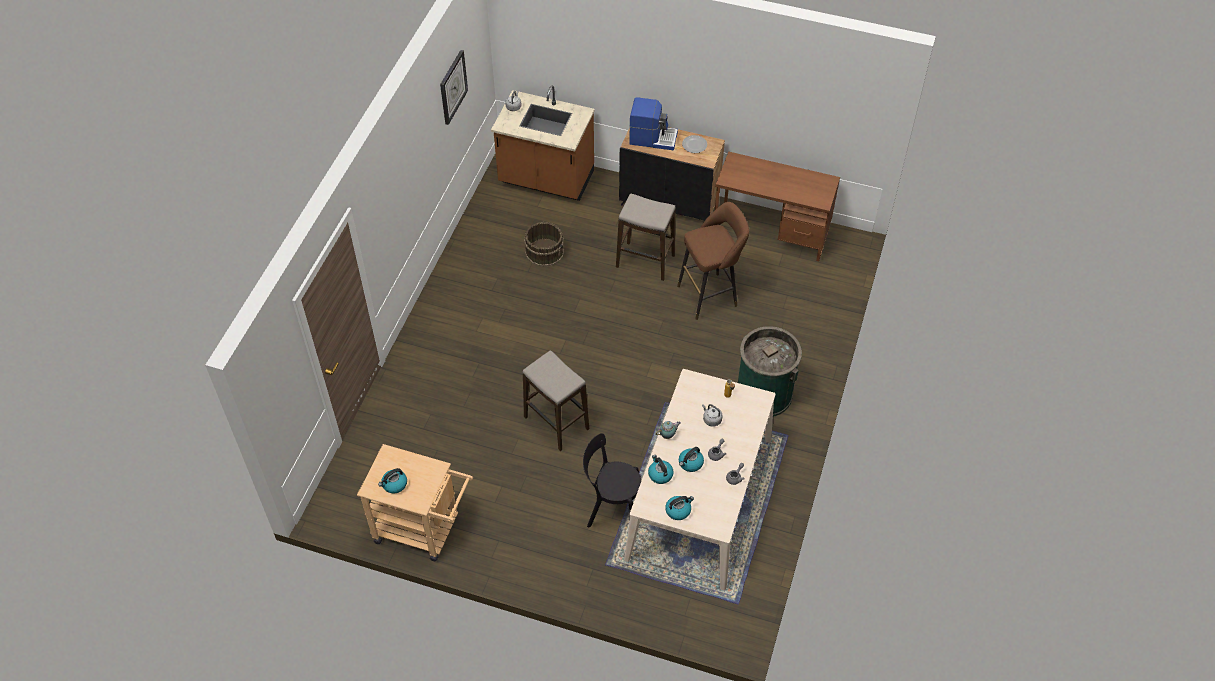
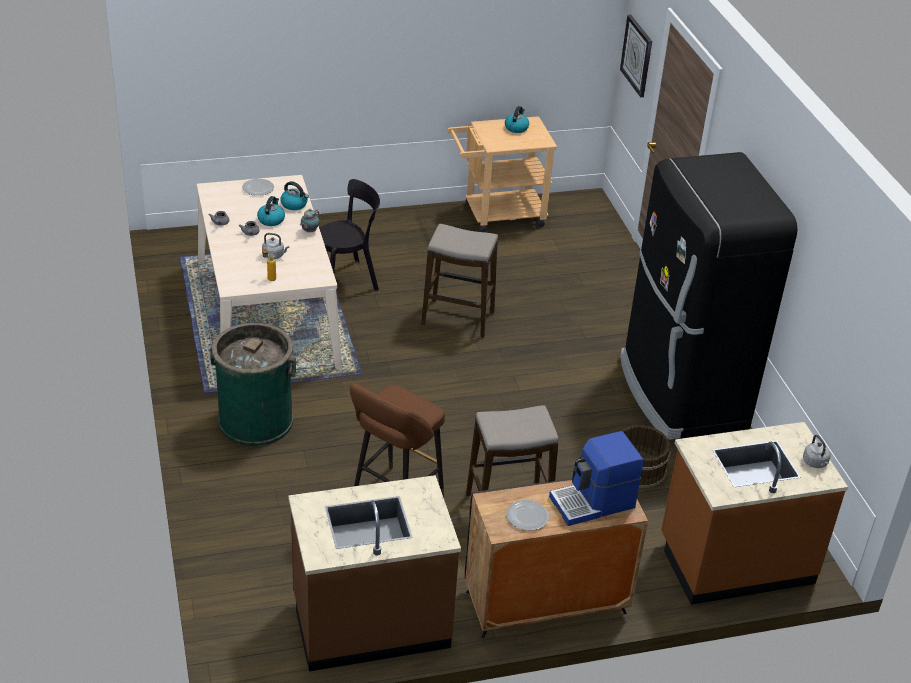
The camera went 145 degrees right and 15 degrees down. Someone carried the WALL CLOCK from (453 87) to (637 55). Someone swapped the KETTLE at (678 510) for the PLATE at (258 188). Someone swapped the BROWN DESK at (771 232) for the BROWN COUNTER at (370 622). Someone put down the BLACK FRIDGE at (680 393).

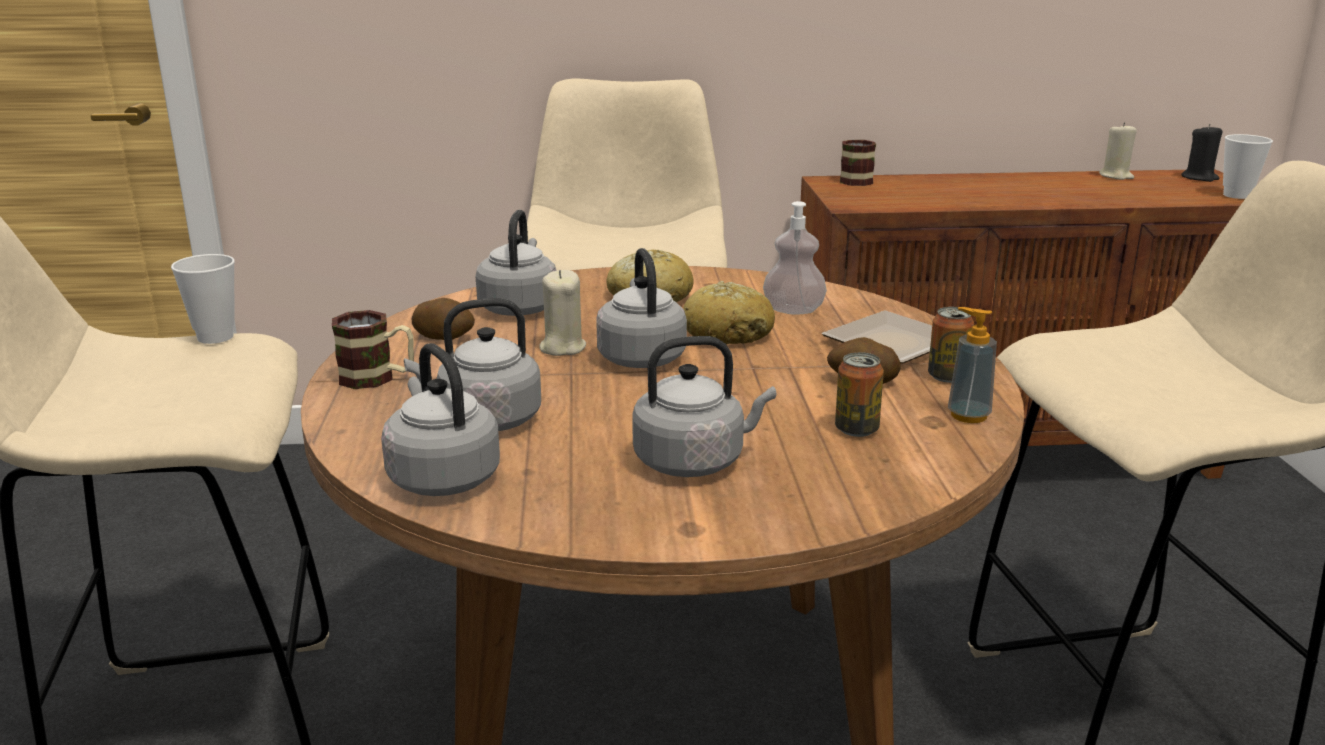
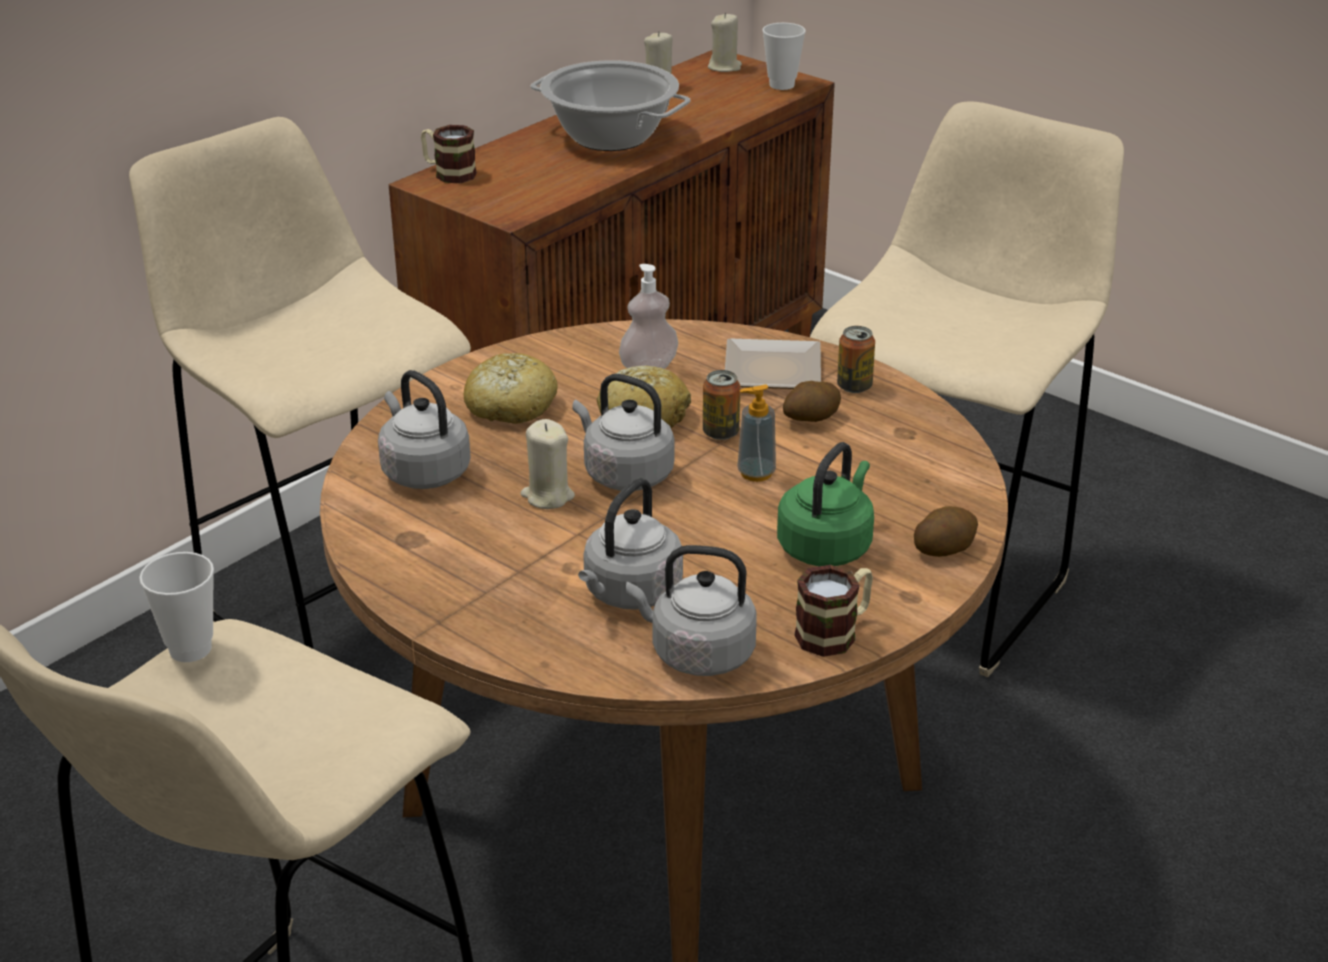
The camera went 45 degrees left and 10 degrees up. Someone carried the MUG from (378 378) to (835 632). Someone carried the POTATO from (444 337) to (944 548). Someone repainted the GREY KETTLE at (694 461), which became the GREEN KETTLE at (826 546). Someone carried the CAN from (856 429) to (720 432). Someone carried the SOAP DISPENSER from (968 415) to (756 473). Someone repainted the BLACK CANDLE at (1199 178), which became the BEIGE CANDLE at (724 67). Someone put down the COOKING POT at (611 137).

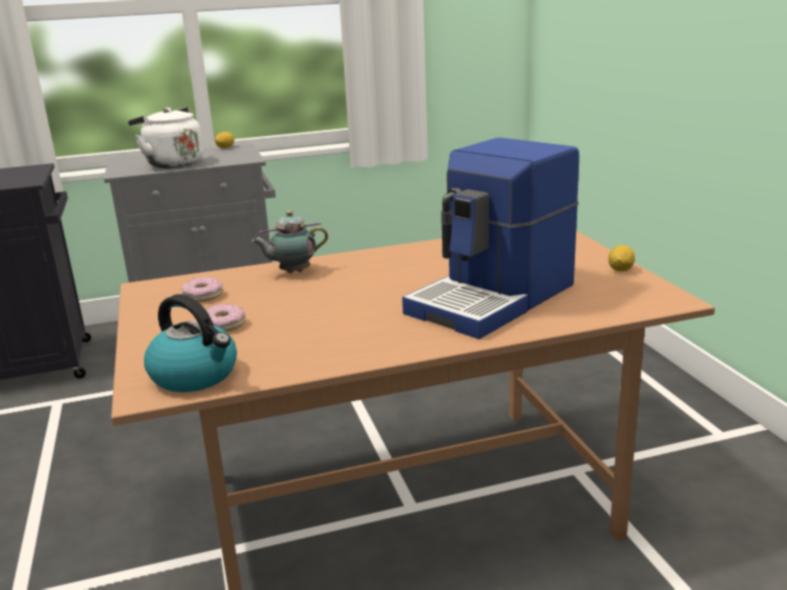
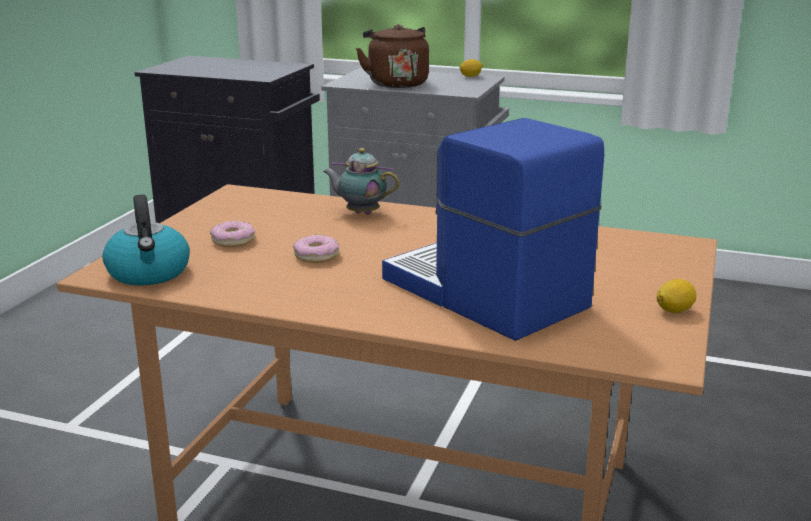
The camera went 35 degrees right and 0 degrees up. Someone repainted the WHITE KETTLE at (172 164), which became the BROWN KETTLE at (396 83). Someone carried the DONUT from (203 296) to (316 256). Someone rotated the COFFEE MACHINE at (494 299) by 60 degrees clockwise.

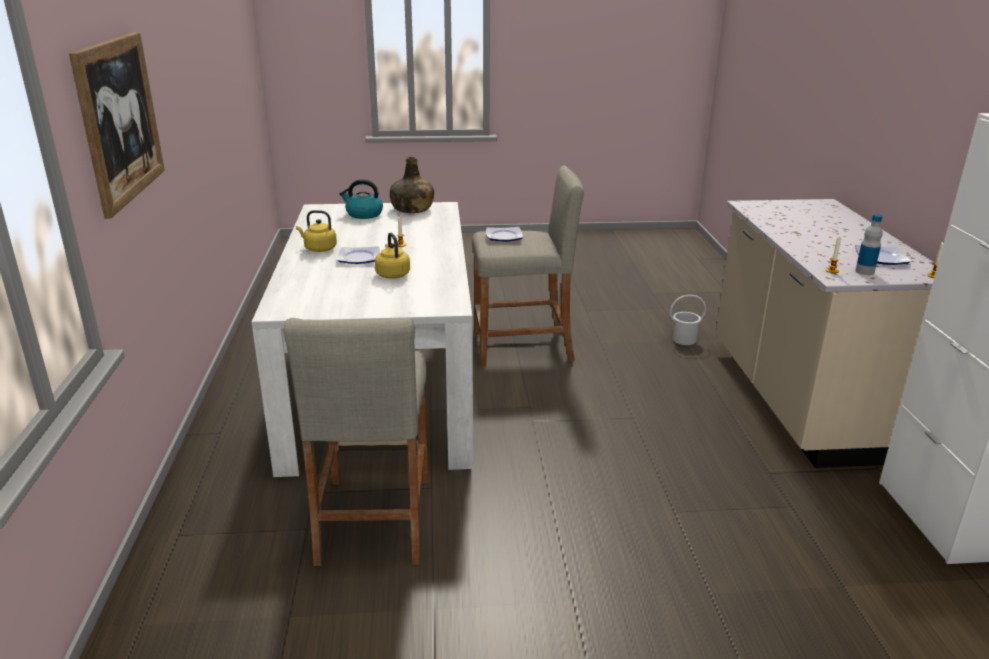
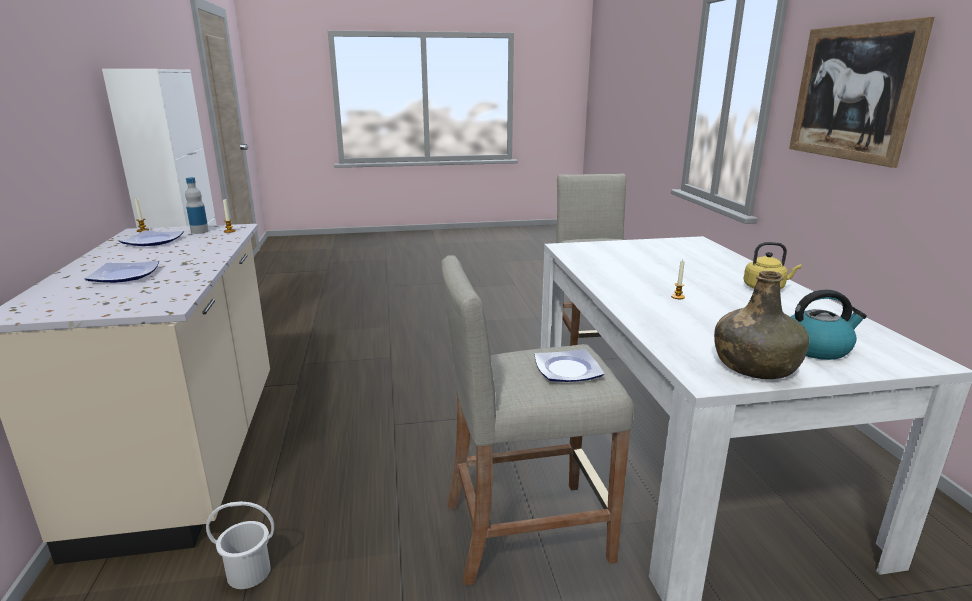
The camera went 175 degrees right and 5 degrees down. Someone carried the PLATE from (359 258) to (124 275). Someone took away the YELLOW KETTLE at (392 274).

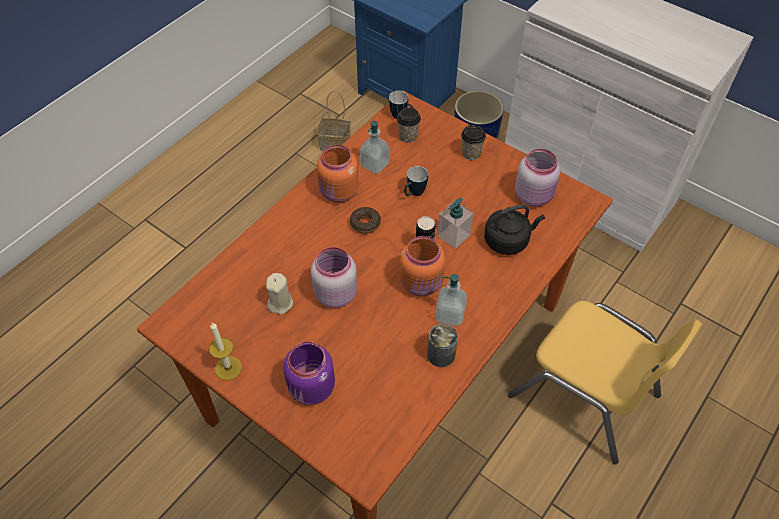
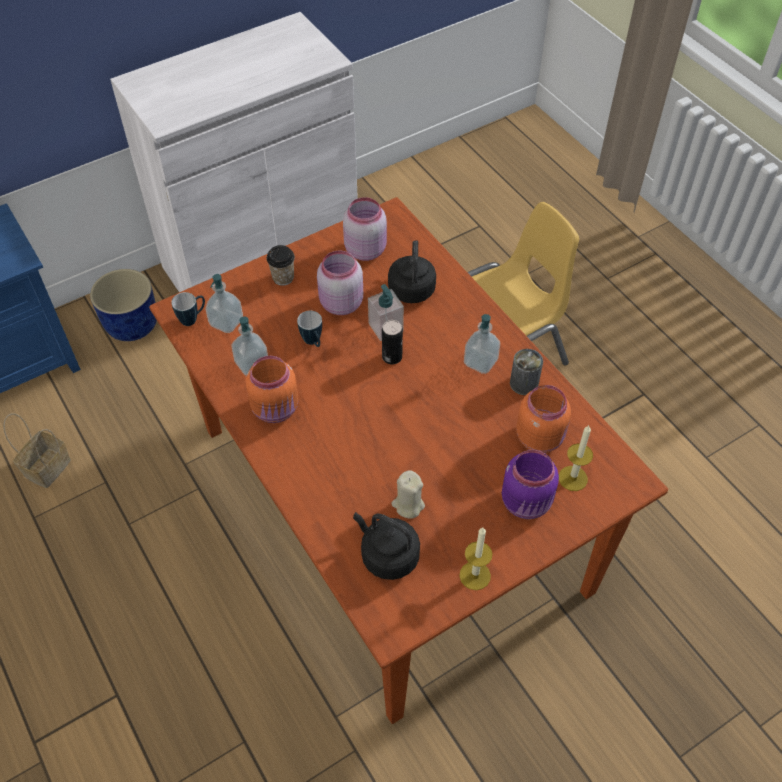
The camera went 70 degrees left and 0 degrees up. Someone carried the PINK JAR from (335 293) to (340 304). Someone took away the DONUT at (365 223). Someone swapped the CUP at (408 136) for the SOAP DISPENSER at (226 322). Someone carried the ORANGE JAR from (422 284) to (540 437). Someone put down the BLACK KETTLE at (387 555). Someone put down the CANDLE at (573 478).

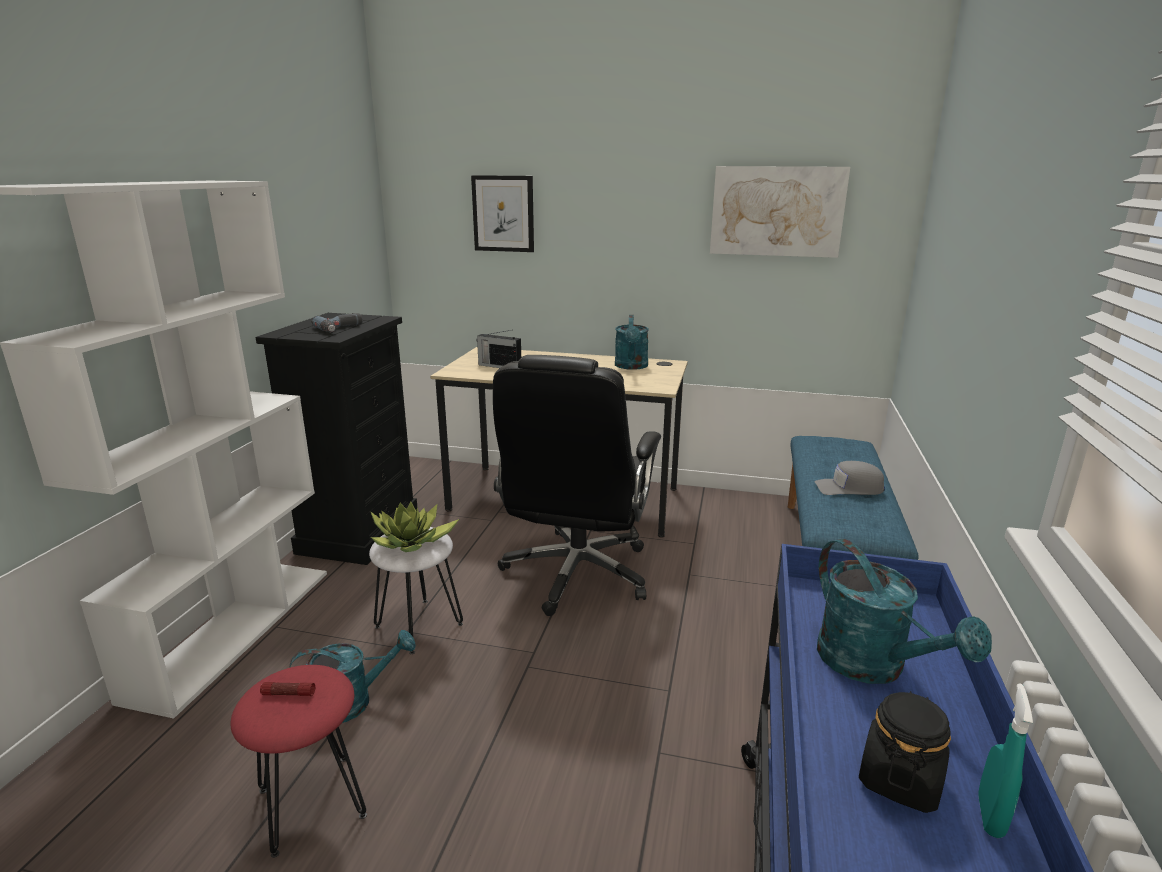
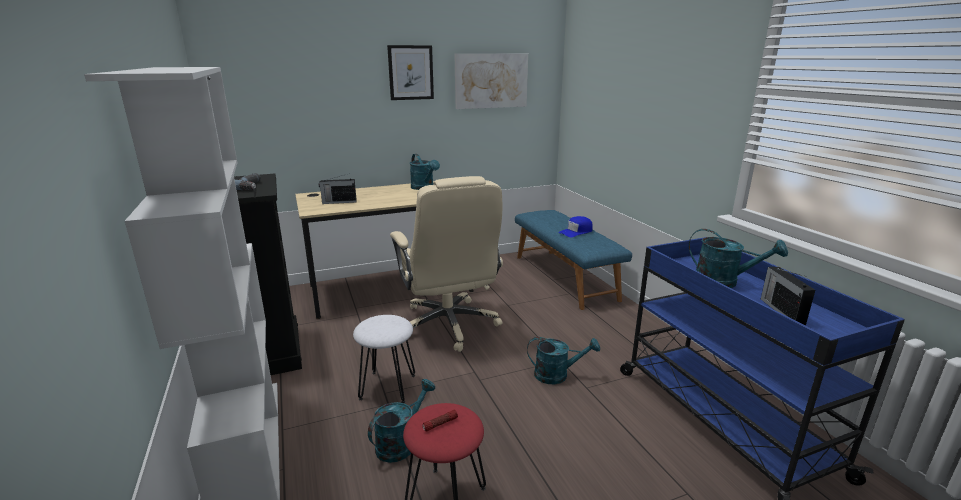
The camera went 35 degrees left and 0 degrees up. Someone took away the POTTED PLANT at (412 542). Someone carried the PICTURE from (503 213) to (410 72). Someone repainted the BLACK OFFICE CHAIR at (576 574), which became the BEIGE OFFICE CHAIR at (449 325). Someone repainted the GREY CAP at (849 488), which became the BLUE CAP at (576 232). Someone swapped the BLACK JAR at (899 779) for the RADIO at (781 310). Someone took away the TURQUOISE SPRAY BOTTLE at (990 816). Someone put down the TURQUOISE WATERING CAN at (557 375).

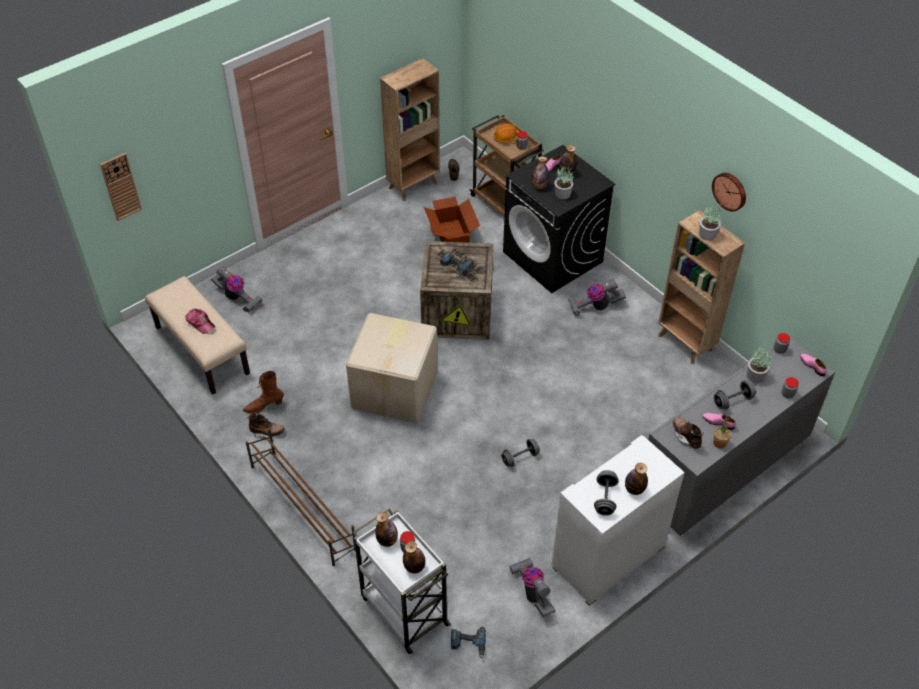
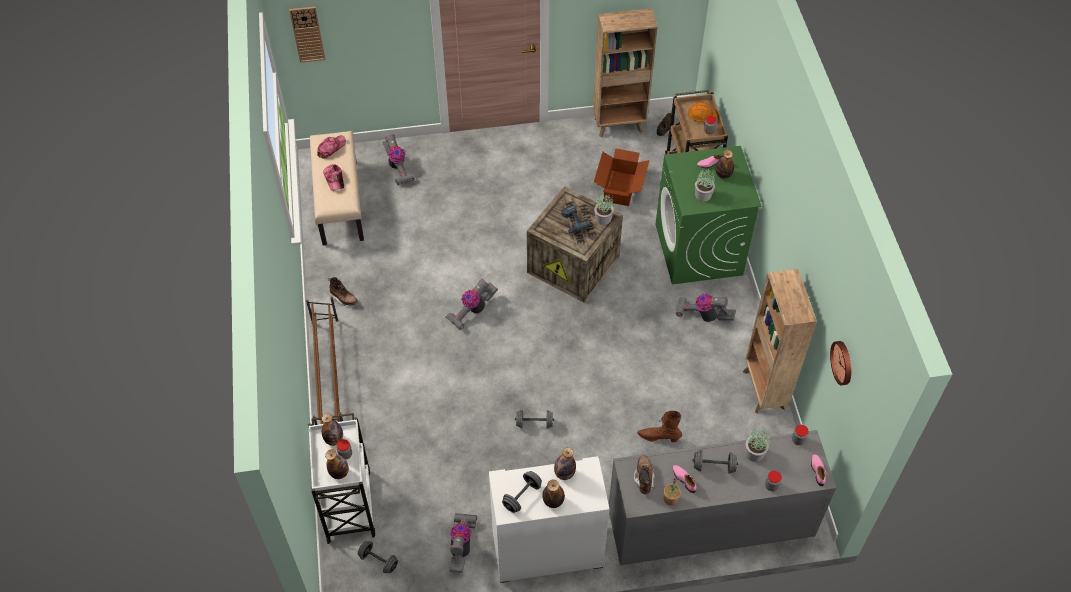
The camera went 30 degrees right and 5 degrees up. Someone carried the BROWN BOOT from (264 406) to (658 437). Someone swapped the CARDBOARD BOX at (396 389) for the VACUUM CLEANER at (472 311). Someone swapped the POWER DRILL at (468 644) for the GREY DUMBBELL at (378 561). Someone repainted the BLACK WASHING MACHINE at (553 257), which became the GREEN WASHING MACHINE at (699 250). Someone carried the BOTTLE from (539 186) to (564 474). Someone carried the POTTED PLANT from (708 234) to (603 219). Someone carried the WALL CLOCK from (730 191) to (843 362). Someone put down the CAP at (331 148).

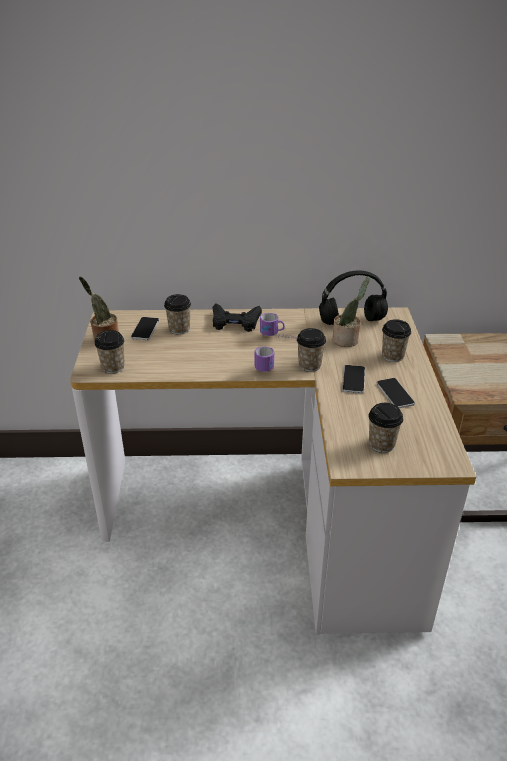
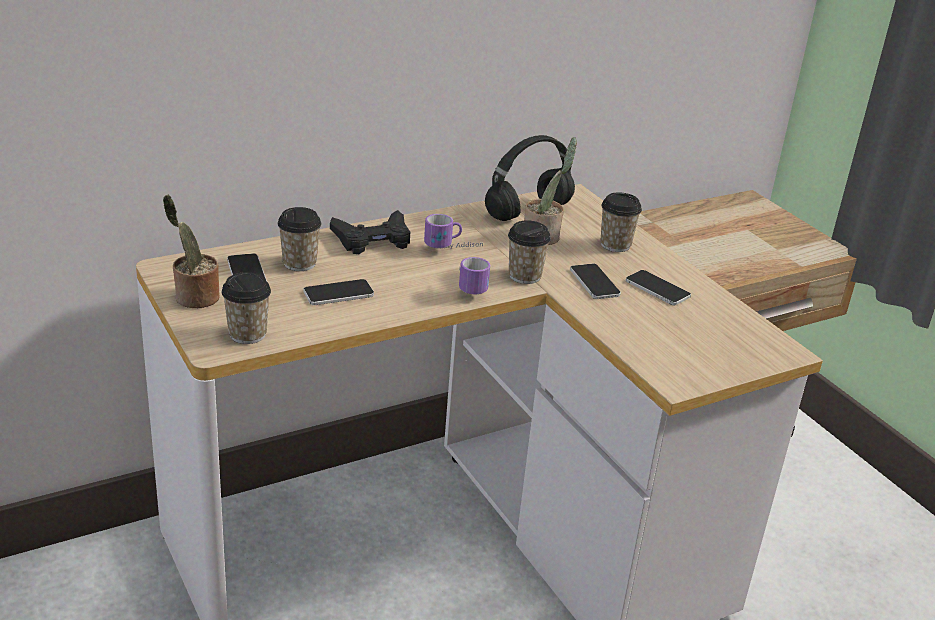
The camera went 30 degrees left and 5 degrees down. Someone took away the CUP at (381 444). Someone put down the PHONE at (338 293).

